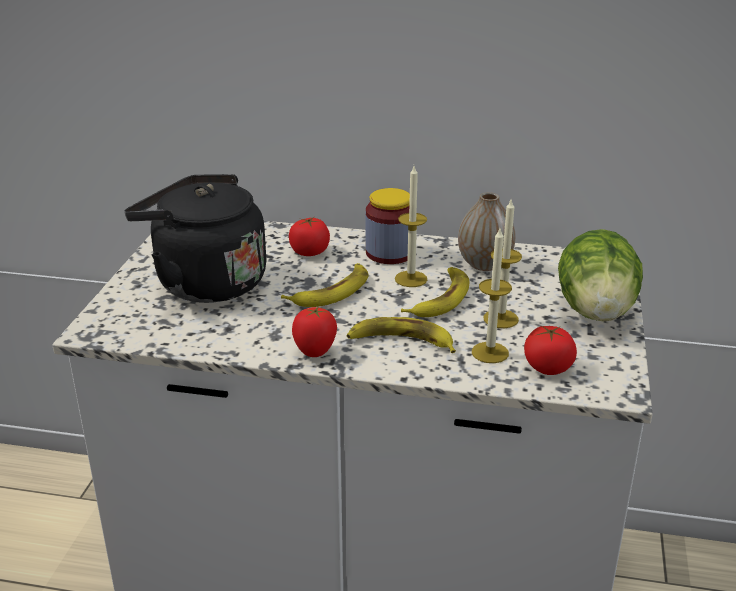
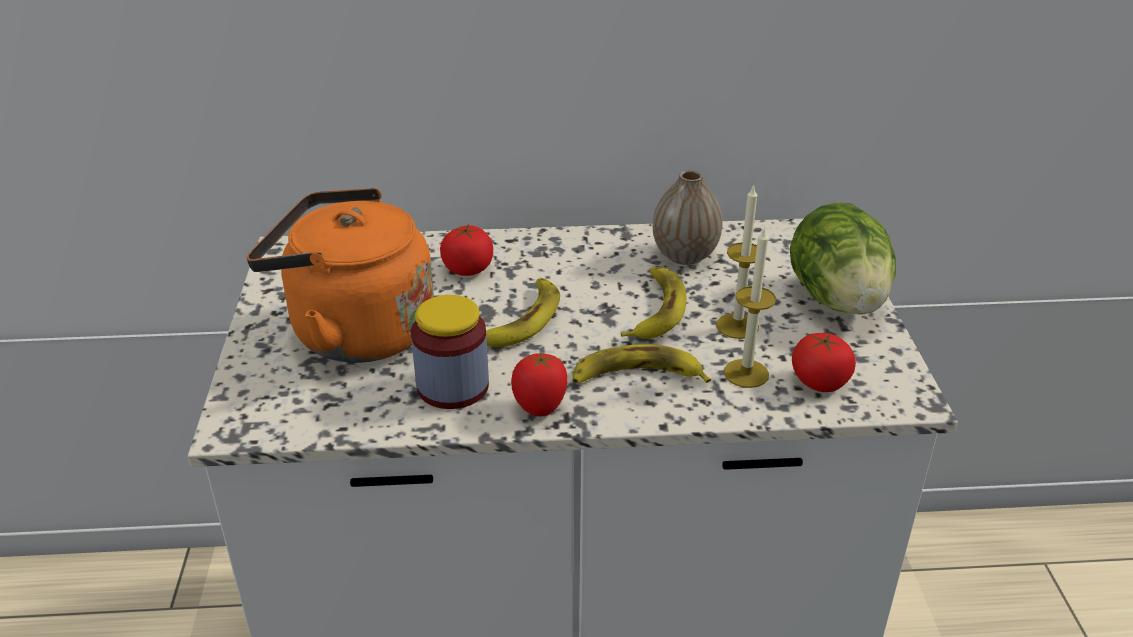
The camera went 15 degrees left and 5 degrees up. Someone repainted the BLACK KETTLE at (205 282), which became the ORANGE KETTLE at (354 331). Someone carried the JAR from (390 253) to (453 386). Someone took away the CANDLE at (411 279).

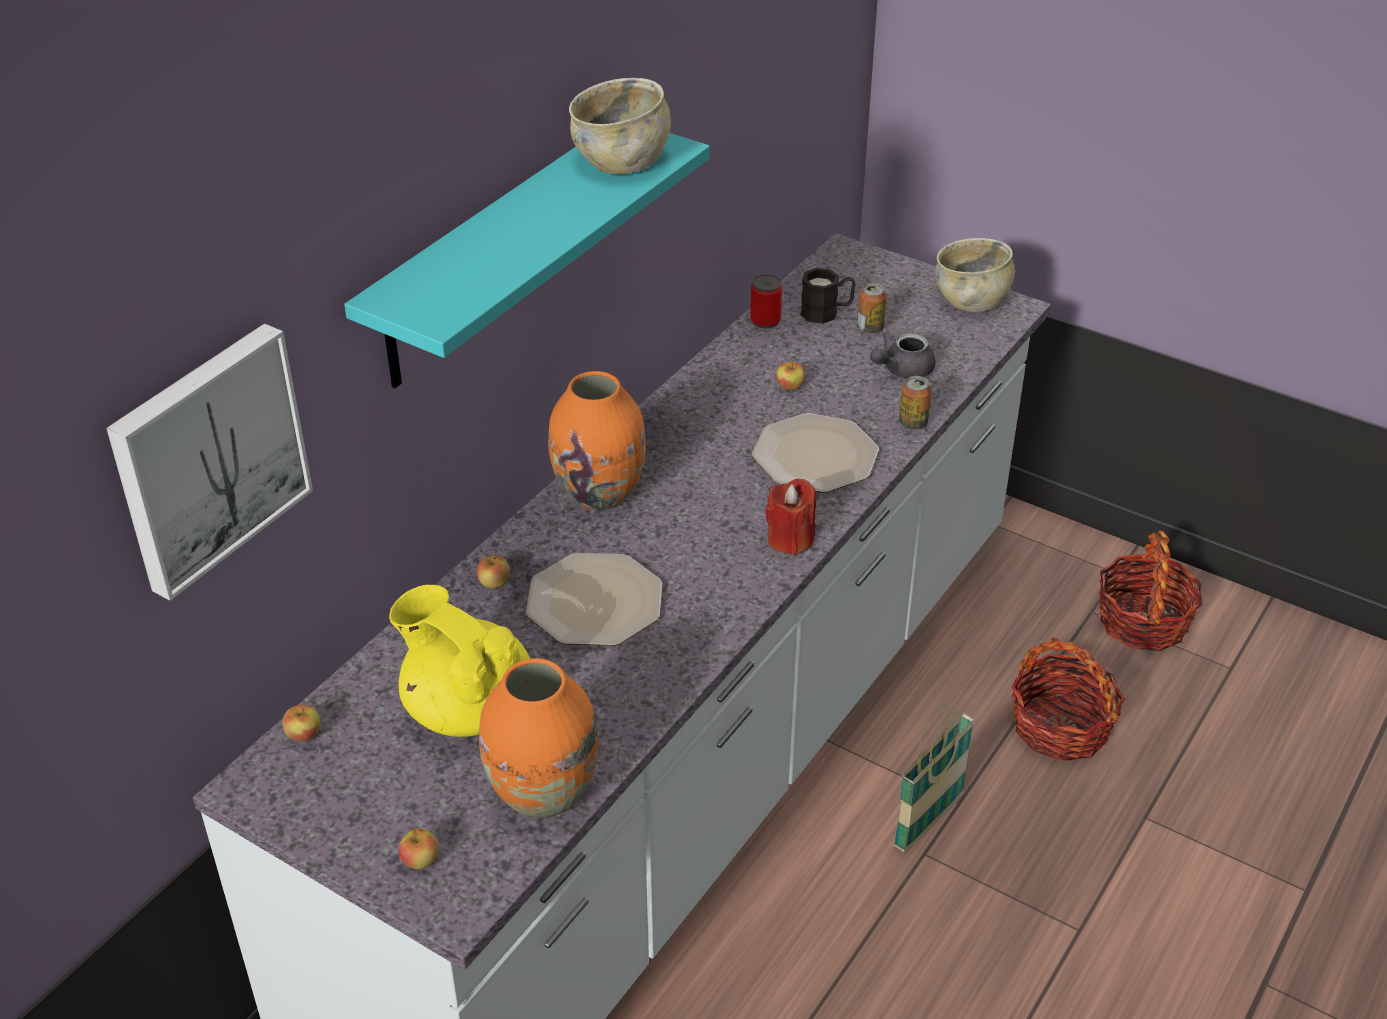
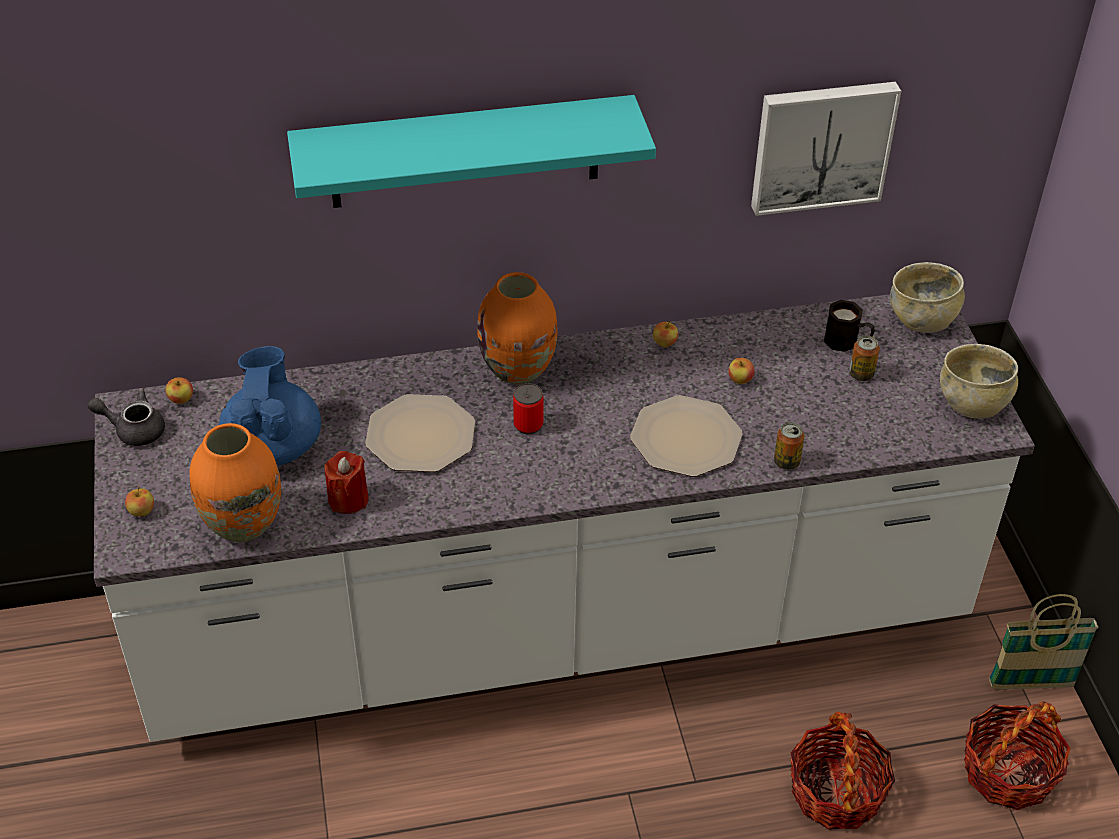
The camera went 45 degrees right and 5 degrees up. Someone carried the PICTURE from (208 457) to (821 145). Someone repainted the YELLOW TEAPOT at (467 707), which became the BLUE TEAPOT at (273 446). Someone carried the APPLE from (494 583) to (664 343). Someone carried the BEIGE BOWL from (622 161) to (922 319). Someone carried the CAN from (765 320) to (528 425). Someone carried the RED CANDLE from (790 539) to (348 499). Someone carried the GREY TEAPOT from (901 370) to (134 429). Someone carried the BASKET from (928 822) to (1031 684).

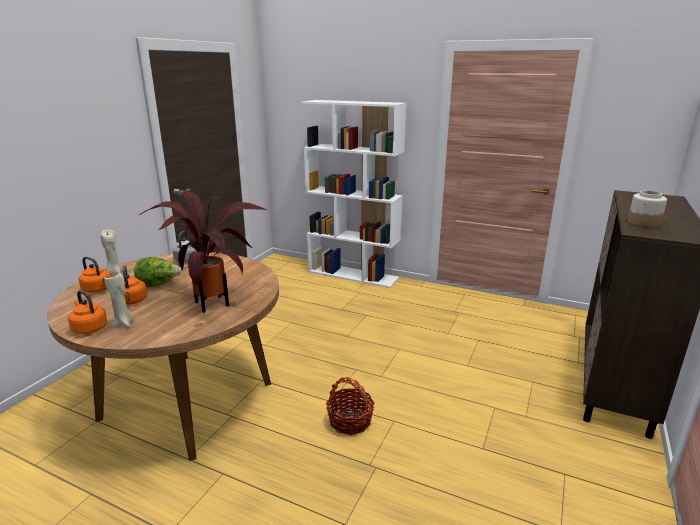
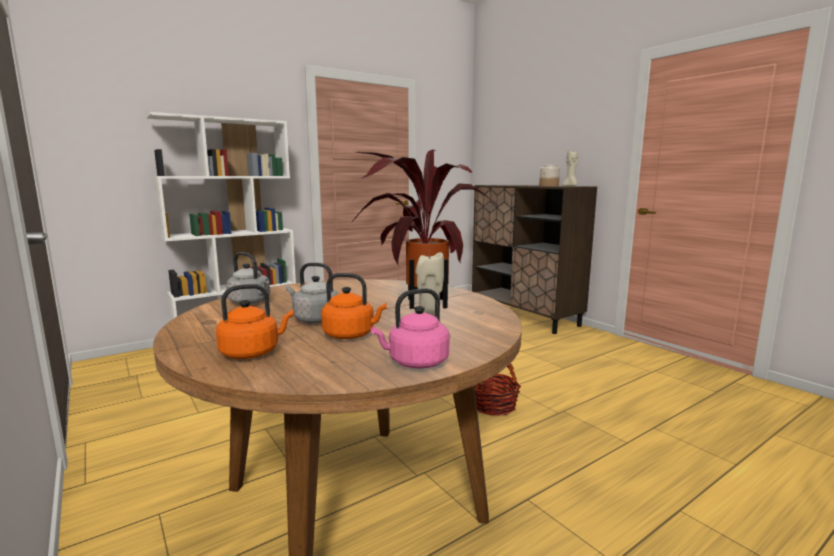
The camera went 60 degrees left and 10 degrees down. Someone repainted the ORANGE KETTLE at (89 328), which became the PINK KETTLE at (415 362). Someone carried the BEIGE CANDLE from (114 273) to (570 186). Someone swapped the LETTUCE at (158 285) for the GREY KETTLE at (314 319).

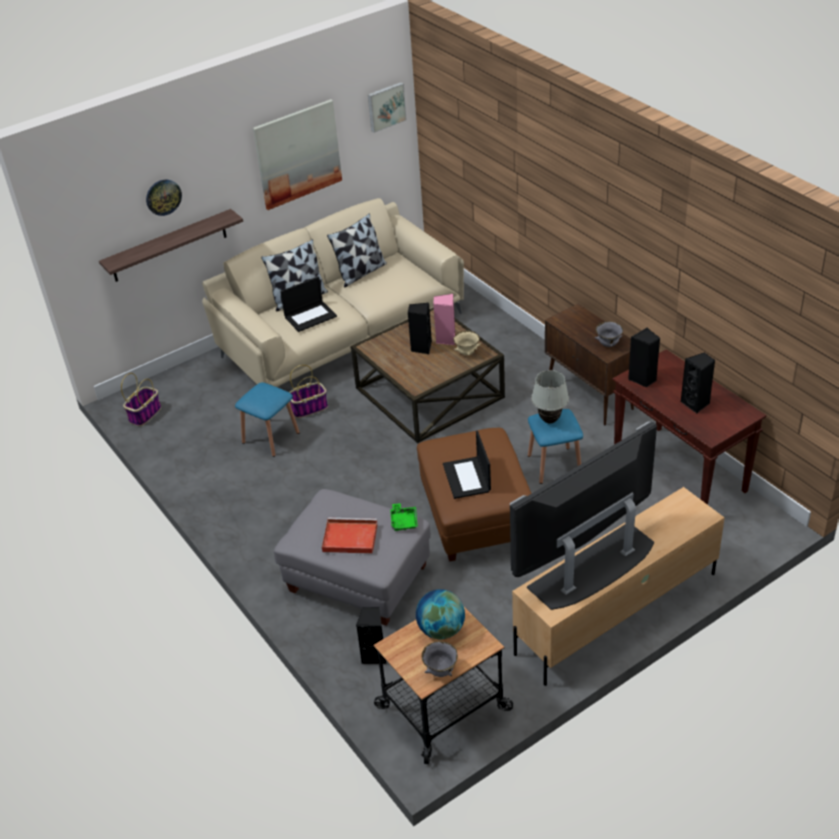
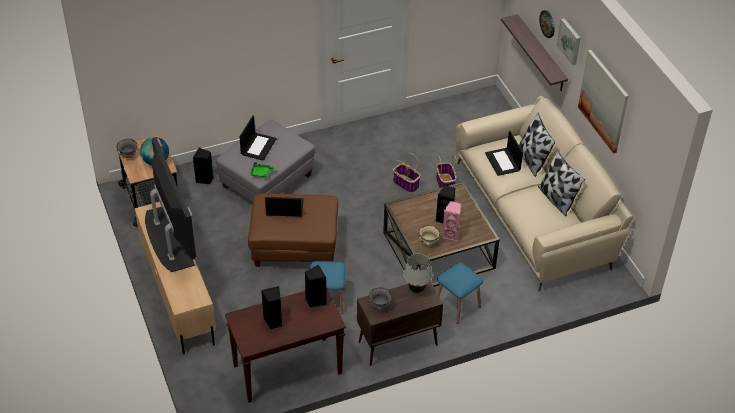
The camera went 100 degrees right and 5 degrees up. Someone carried the BASKET from (145 414) to (406 184). Someone carried the BLUE STOOL from (270 437) to (457 305). Someone swapped the RED TRAY at (349 538) for the LAPTOP at (258 146). Someone carried the PICTURE from (386 106) to (570 41). Someone carried the WHITE TABLE LAMP from (550 420) to (416 289).

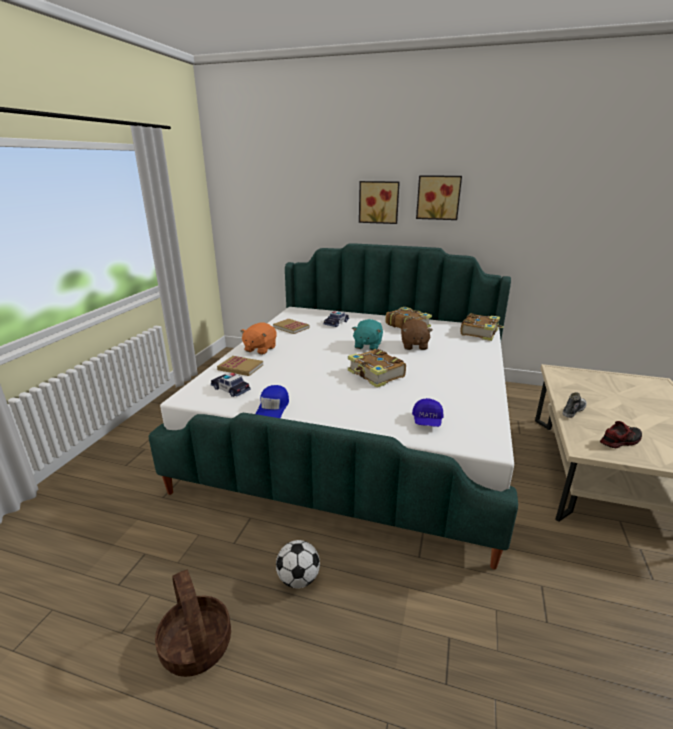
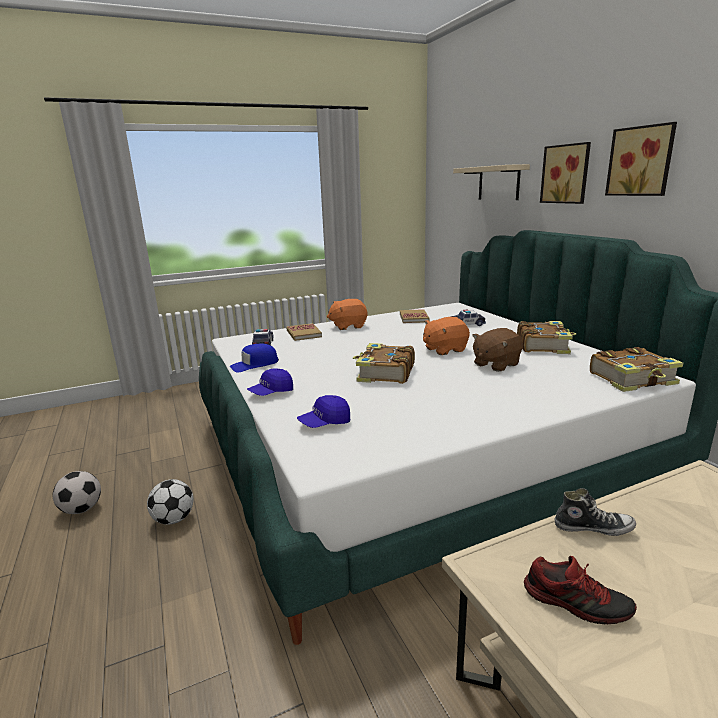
The camera went 50 degrees right and 5 degrees down. Someone swapped the BASKET at (196 644) for the FOOTBALL at (82 509). Someone repainted the TURQUOISE PLUSH TOY at (367 345), which became the ORANGE PLUSH TOY at (444 349). Someone put down the BLUE CAP at (271 393). Someone put up the BEIGE SHELF at (499 183).

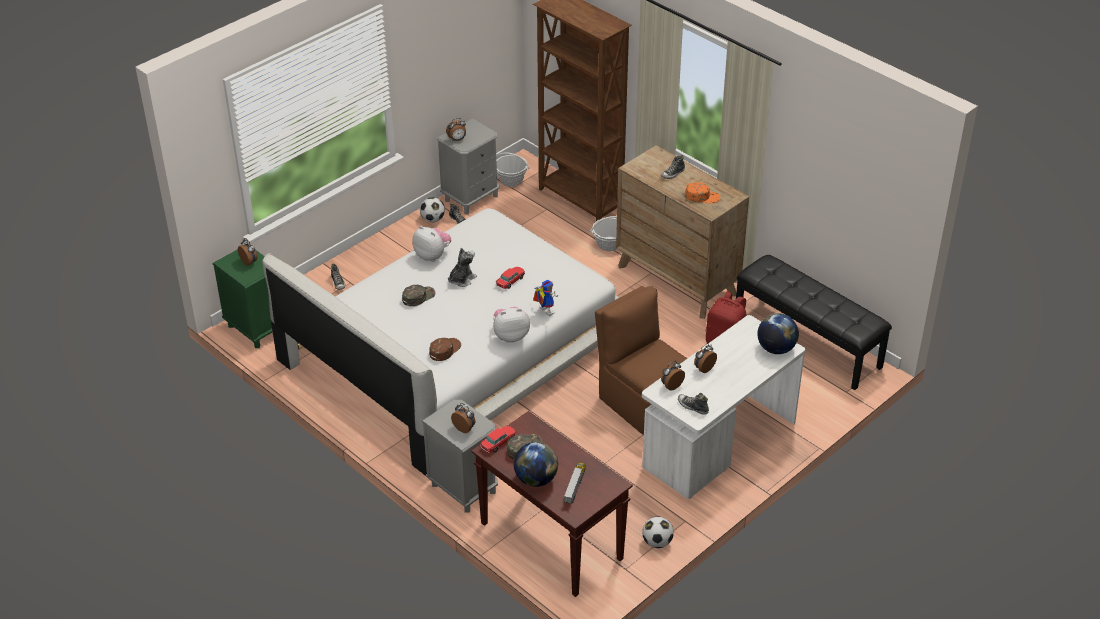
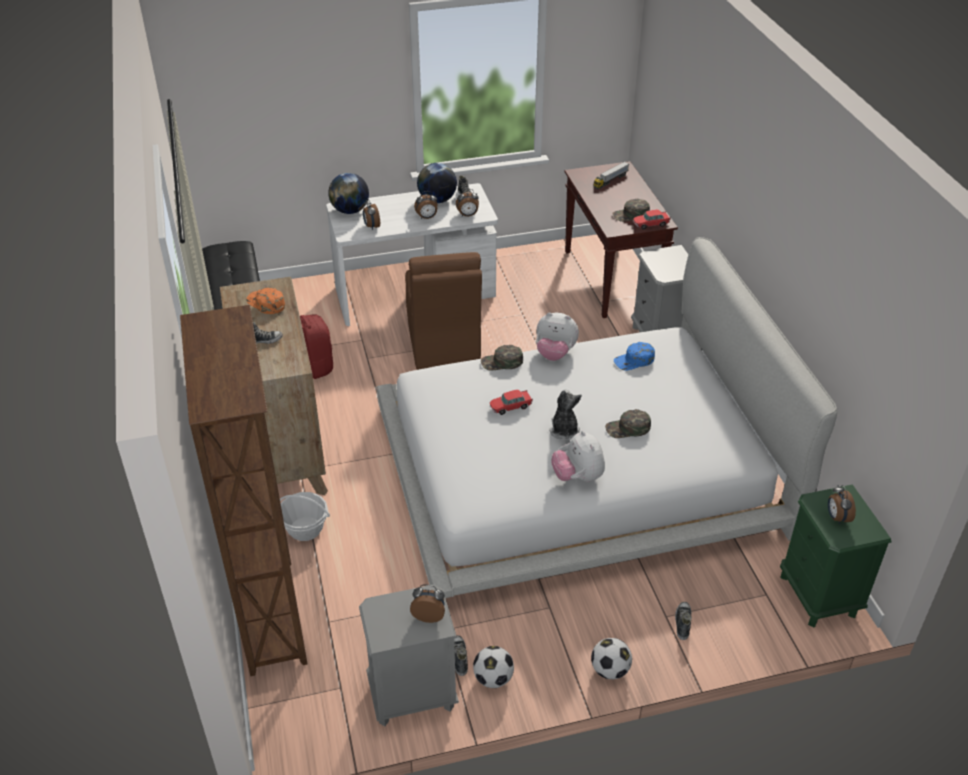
The camera went 150 degrees left and 0 degrees up. Someone repainted the BROWN CAP at (444 350), which became the BLUE CAP at (634 360). Someone rotated the PLUSH TOY at (461 279) by 105 degrees clockwise. Someone carried the ALARM CLOCK from (464 428) to (371 226). Someone took away the BASKET at (511 180). Someone carried the GLOBE from (536 479) to (437 200). Someone swapped the TOY ROBOT at (543 311) for the GREEN CAP at (502 362). Someone carried the FOOTBALL from (657 542) to (610 670).

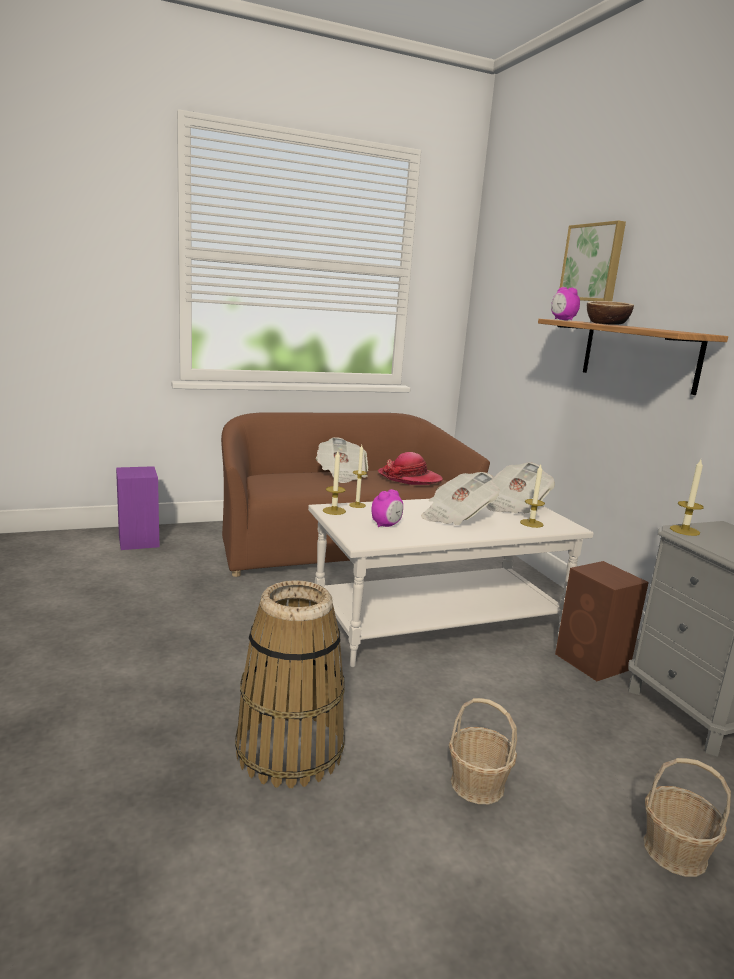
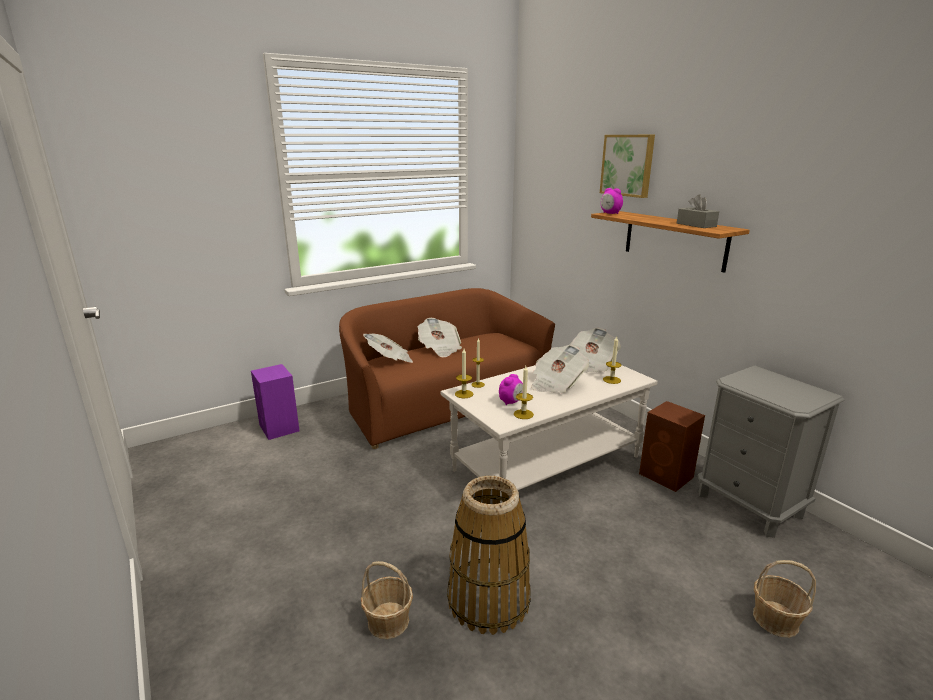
The camera went 10 degrees left and 5 degrees up. Someone took away the HAT at (409 478). Someone carried the BASKET from (477 784) to (388 621). Someone took away the BOWL at (606 324). Someone carried the CANDLE from (684 530) to (523 414). Someone put down the NEWSPAPER at (389 360). Someone put down the GREY TISSUE BOX at (696 225).

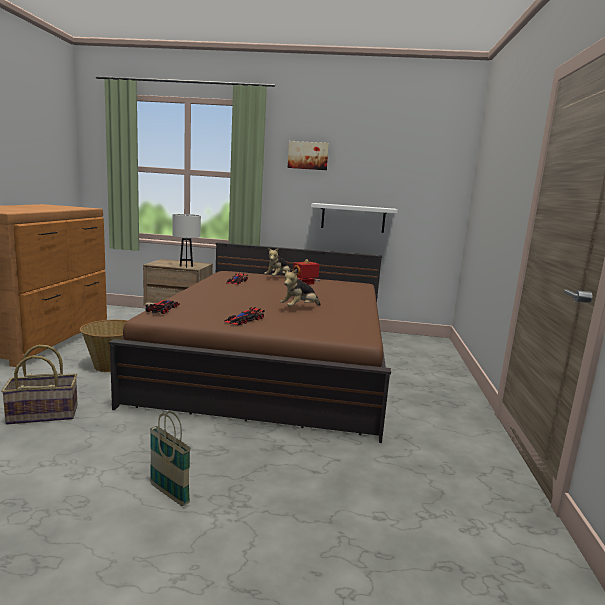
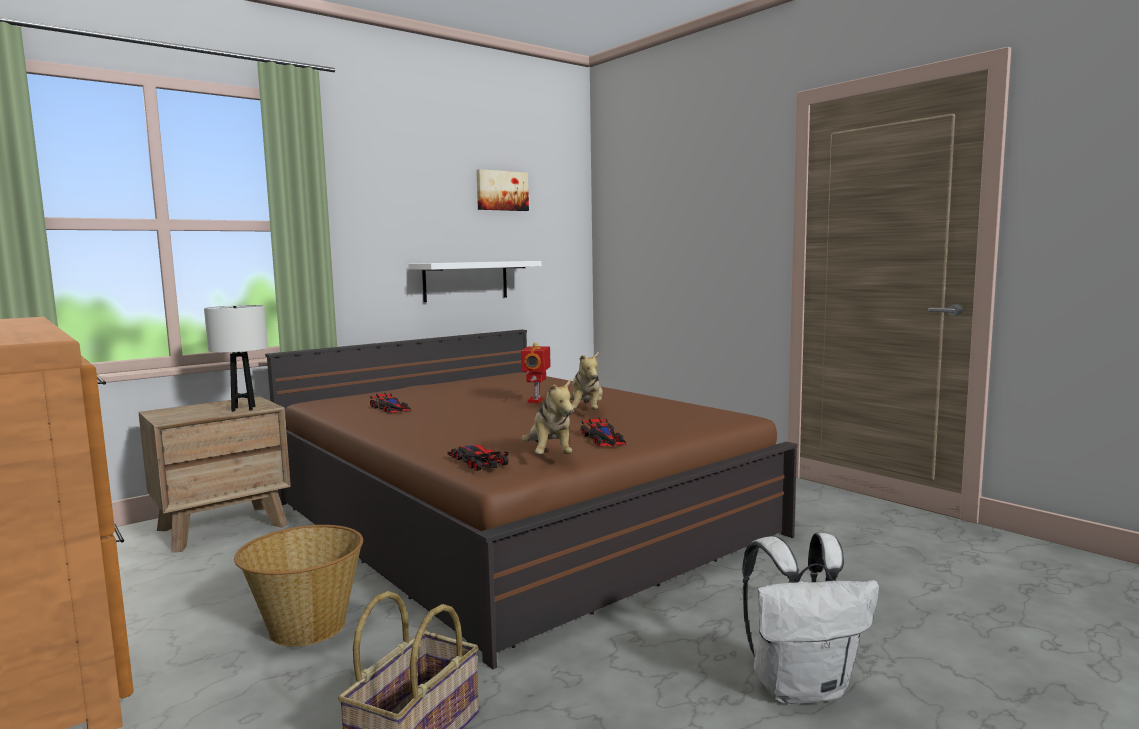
The camera went 45 degrees left and 5 degrees down. Someone swapped the BASKET at (169 494) for the WHITE BACKPACK at (801 687). Someone carried the PLUSH TOY from (278 278) to (550 455). Someone carried the PICTURE from (308 155) to (501 191).

